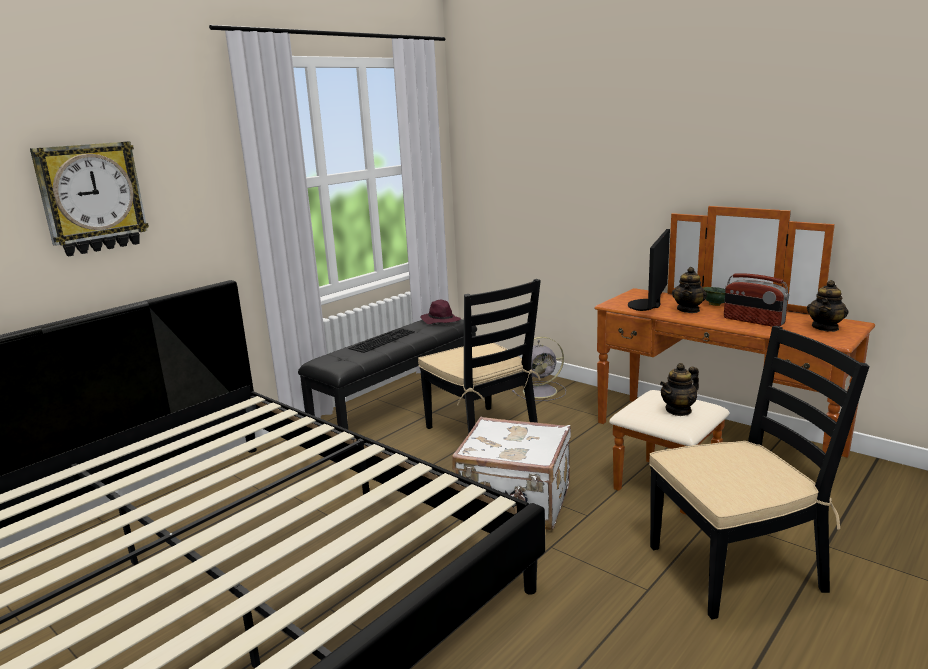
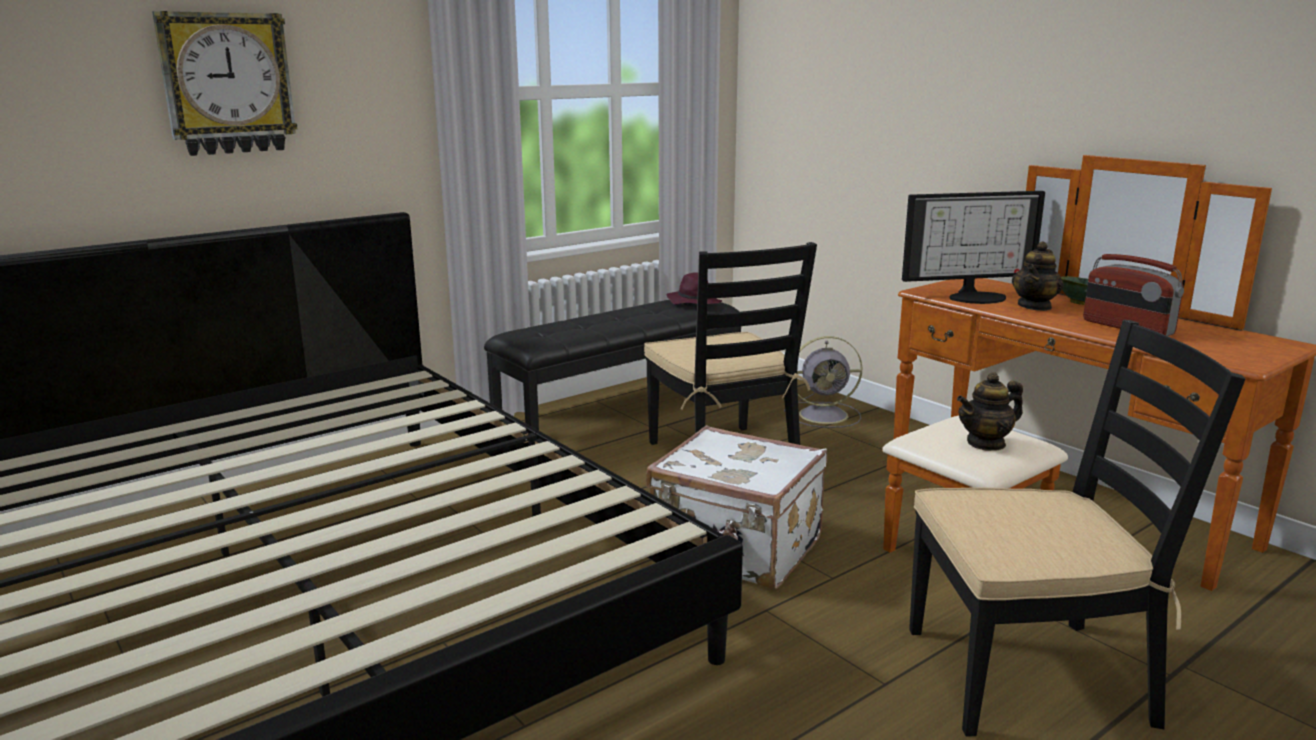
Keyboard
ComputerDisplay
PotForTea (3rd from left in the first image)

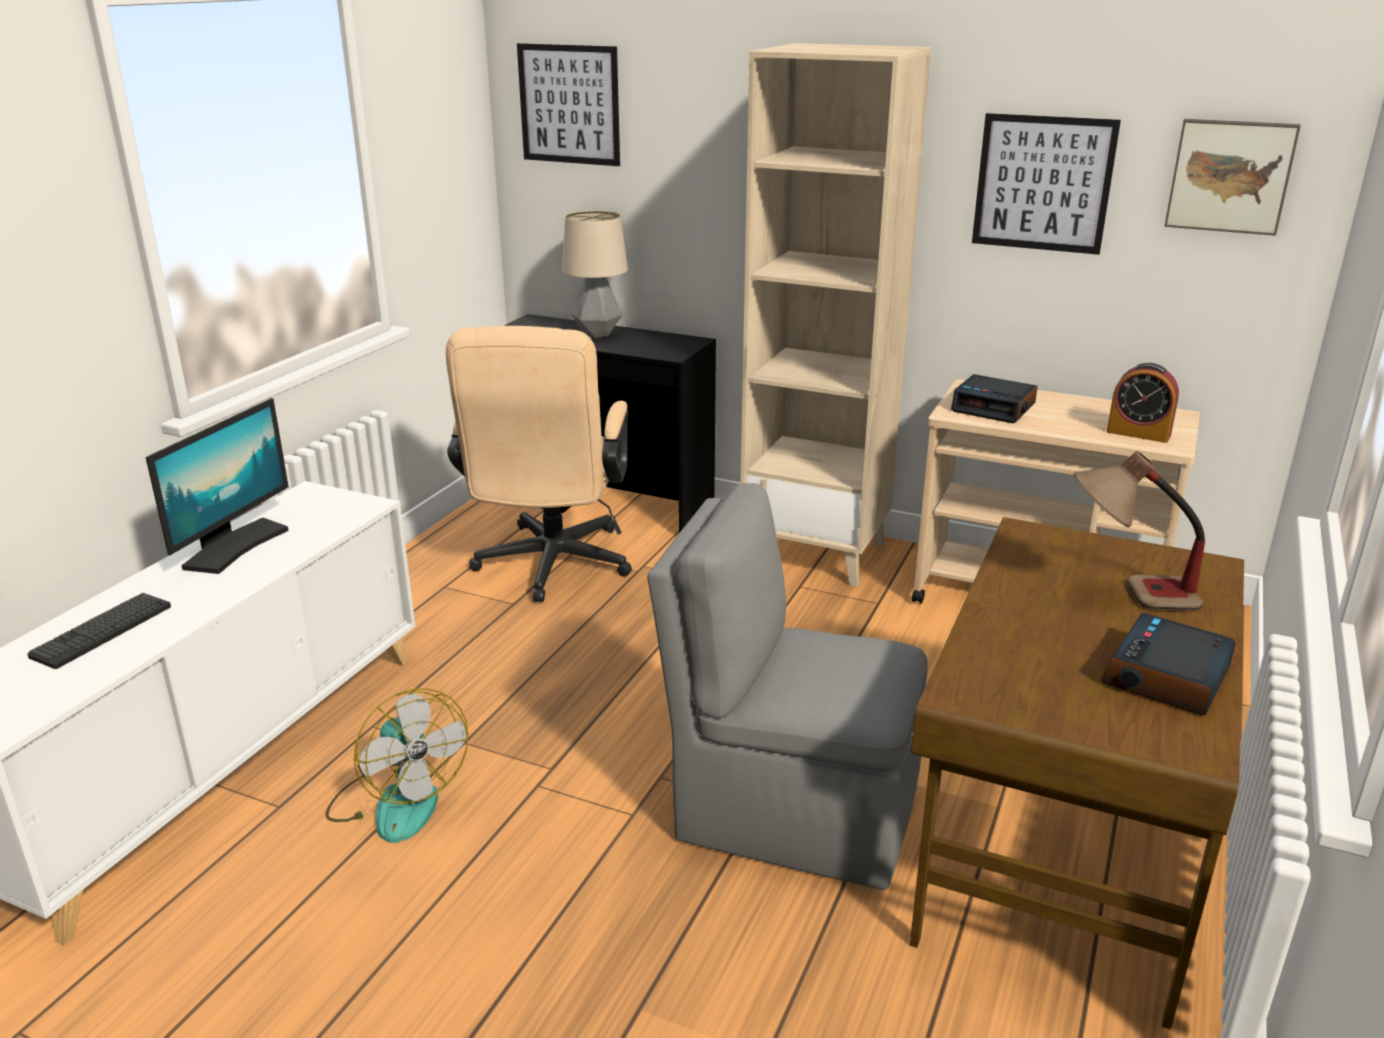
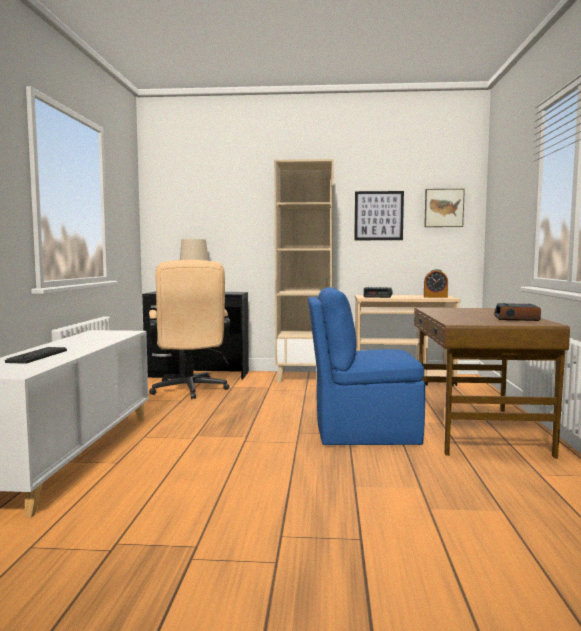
ComputerDisplay
CoolingFan
WallPicture (1st from left in the first image)
BlueColouredPlainChair
TabletopLamp (2nd from left in the first image)

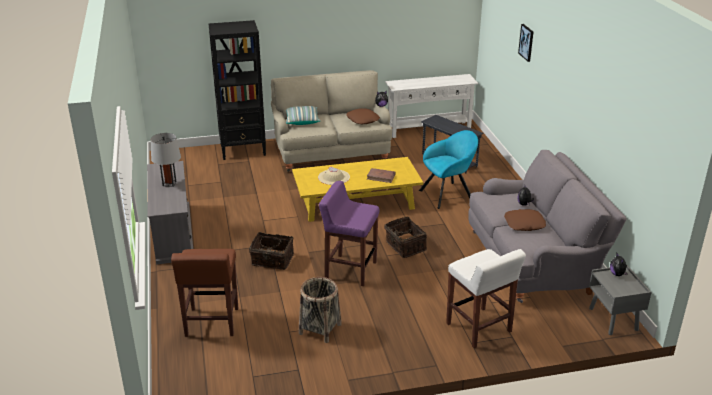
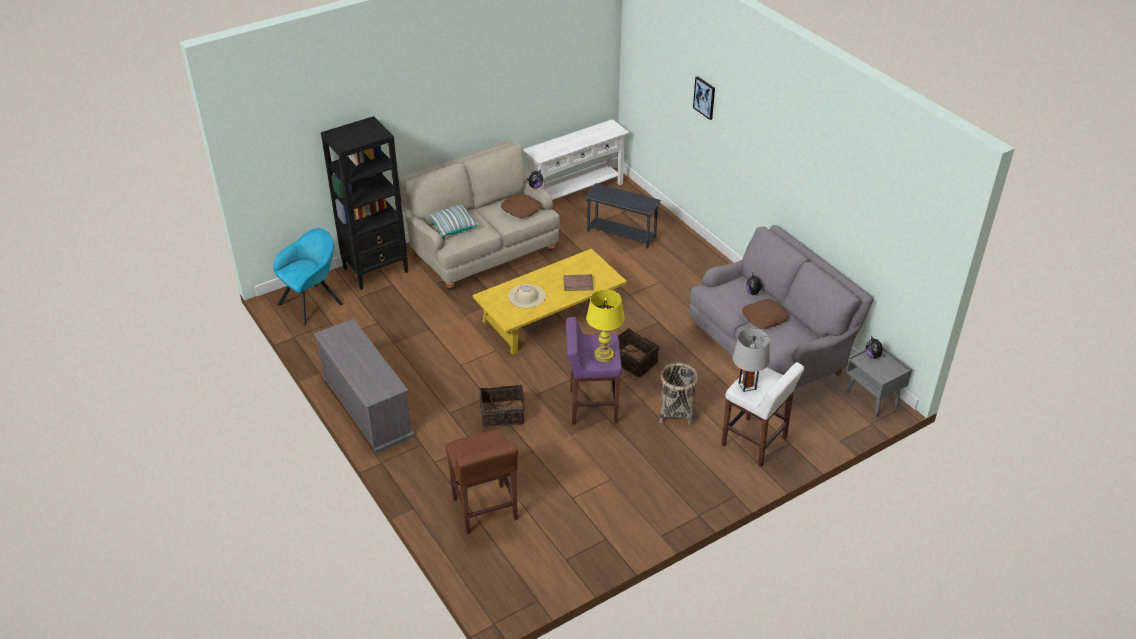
GrayTabletopLamp
Basket (3rd from left)
TurquoiseColouredEasyChair
YellowTabletopLamp

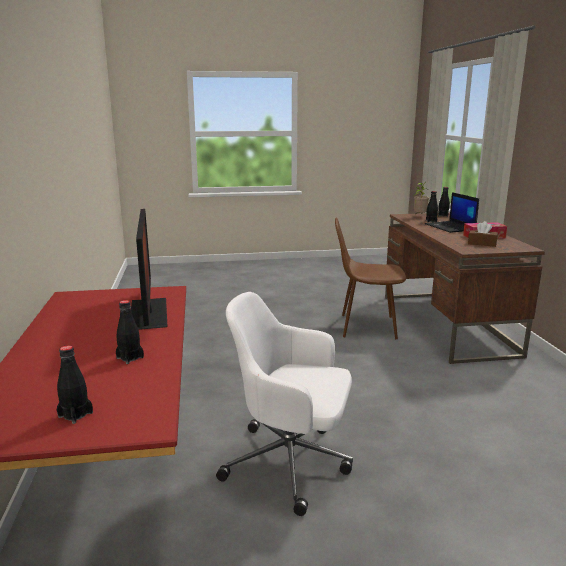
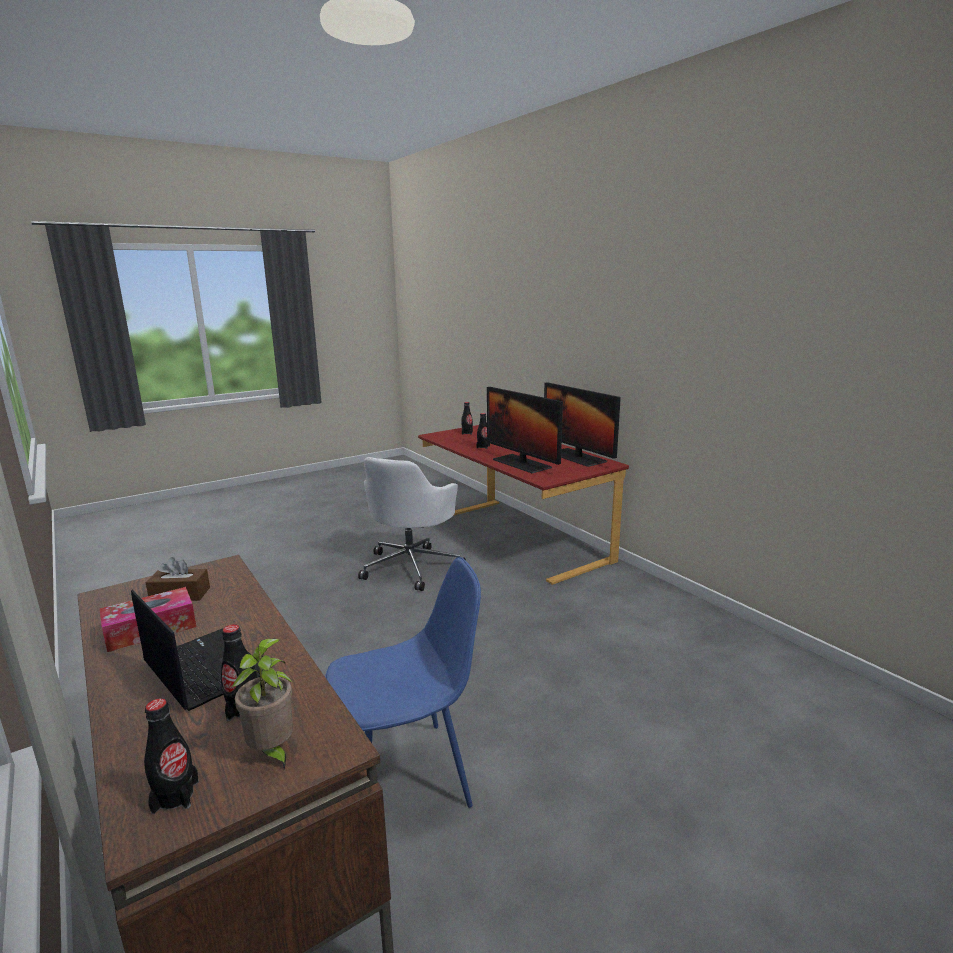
WhiteColouredComputerChair
BlueColouredPlainChair
ComputerDisplay (2nd from left)

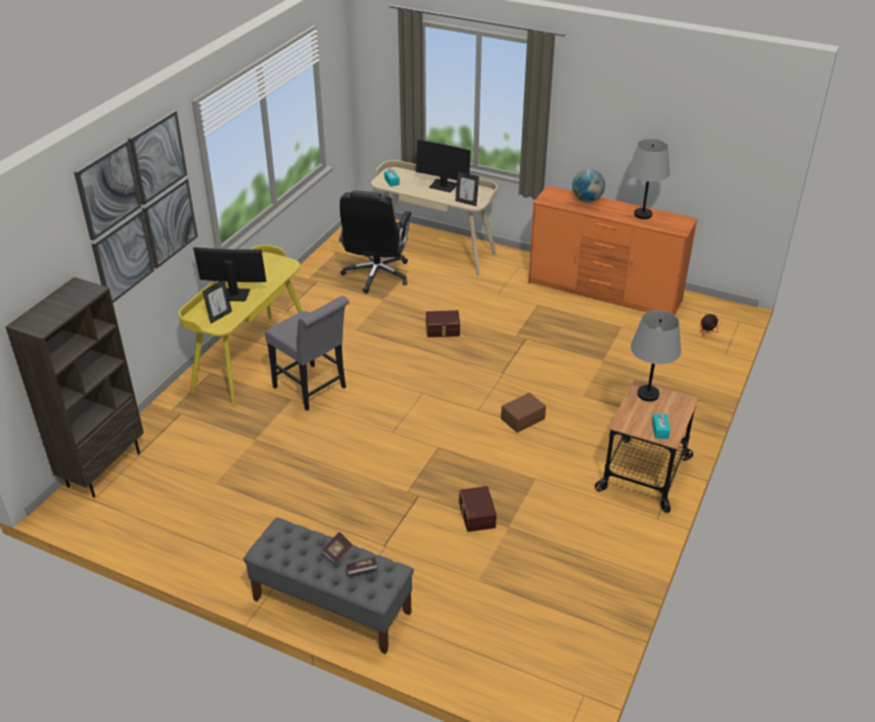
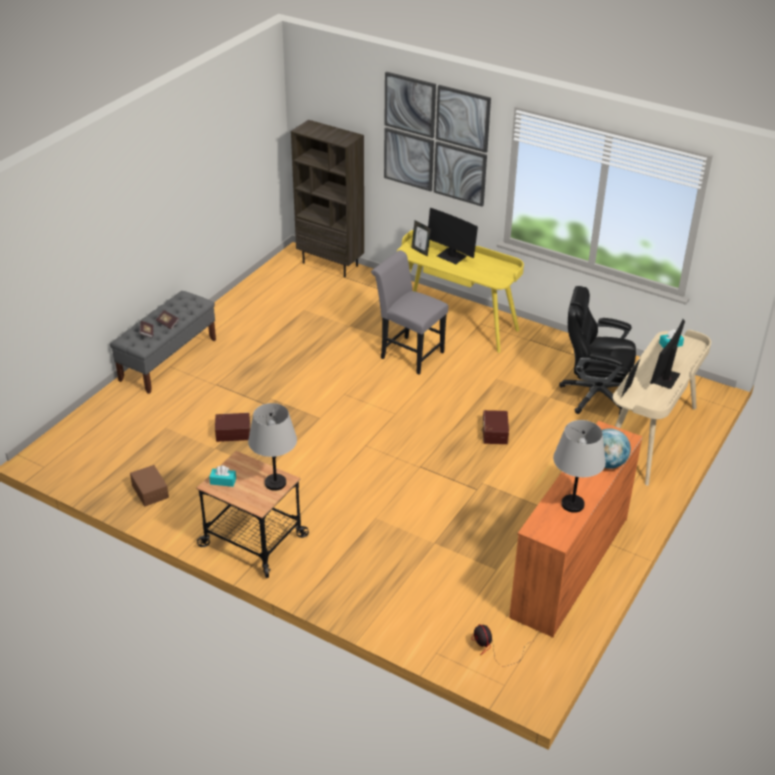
ComputerDisplay (1st from left)
GrayPlainChair
BrownishStorageBox (1st from left)

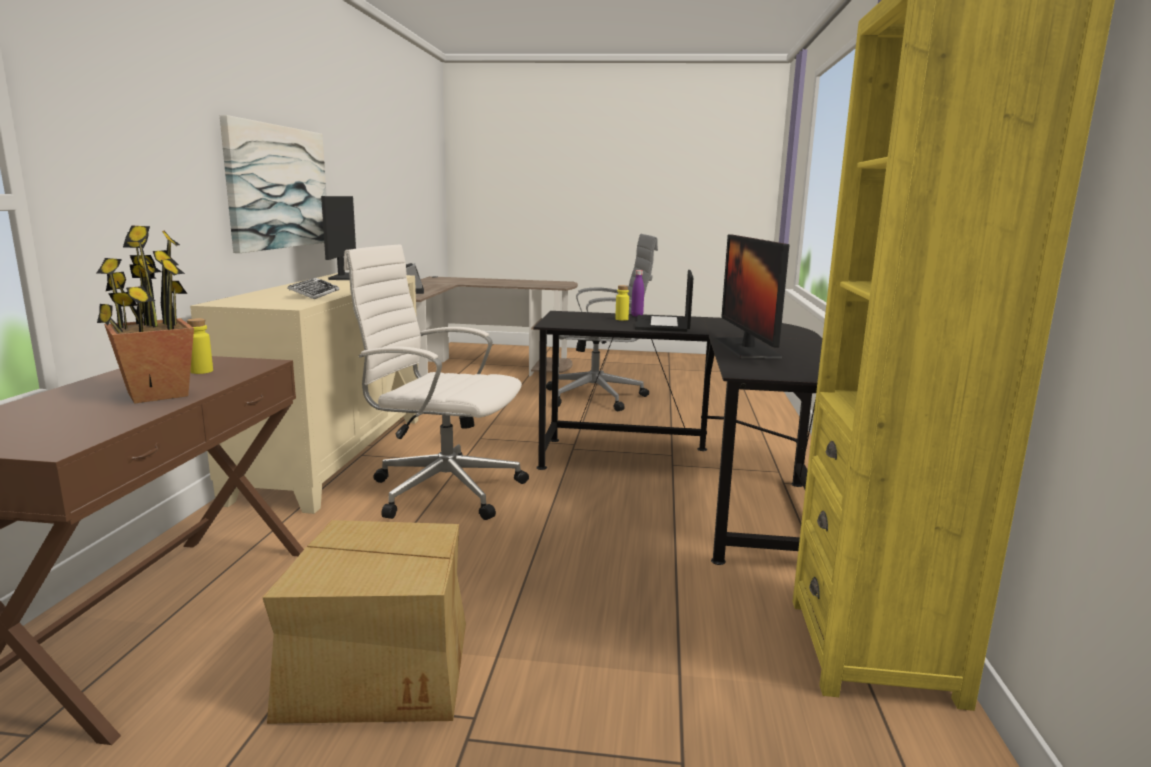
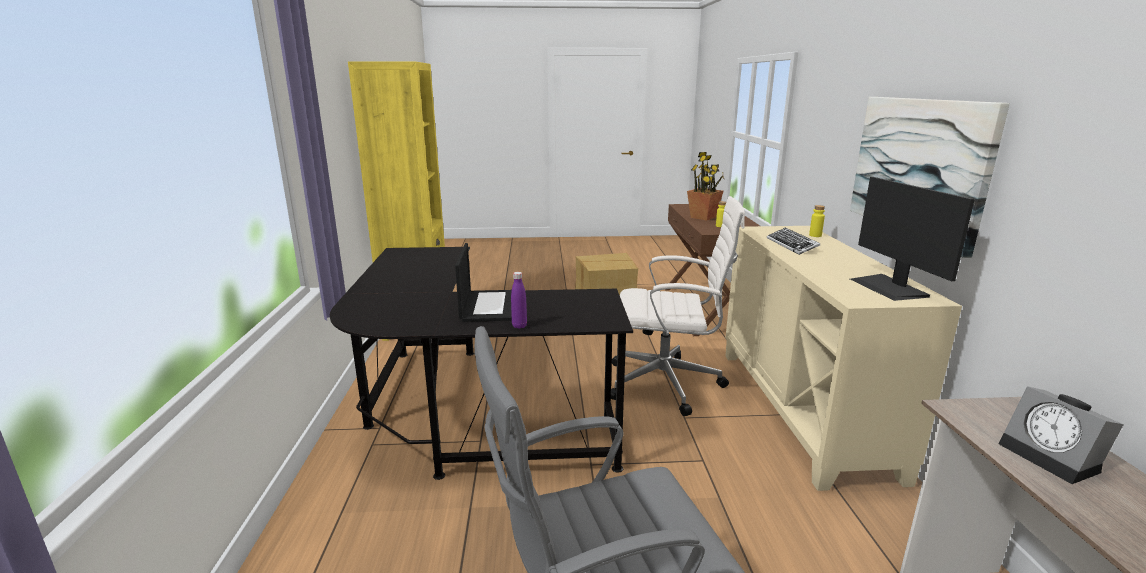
YellowBeverageBottle (2nd from left)
ComputerDisplay (2nd from left in the first image)

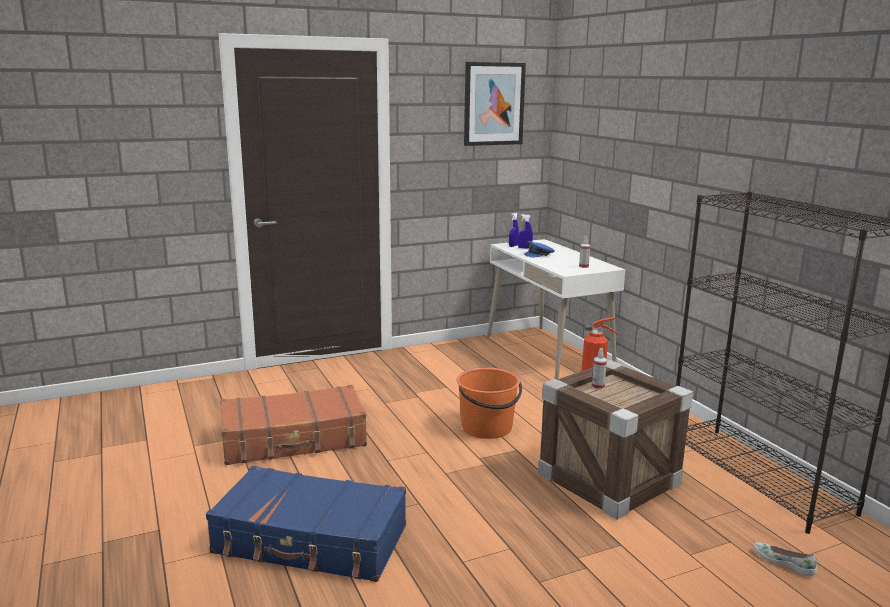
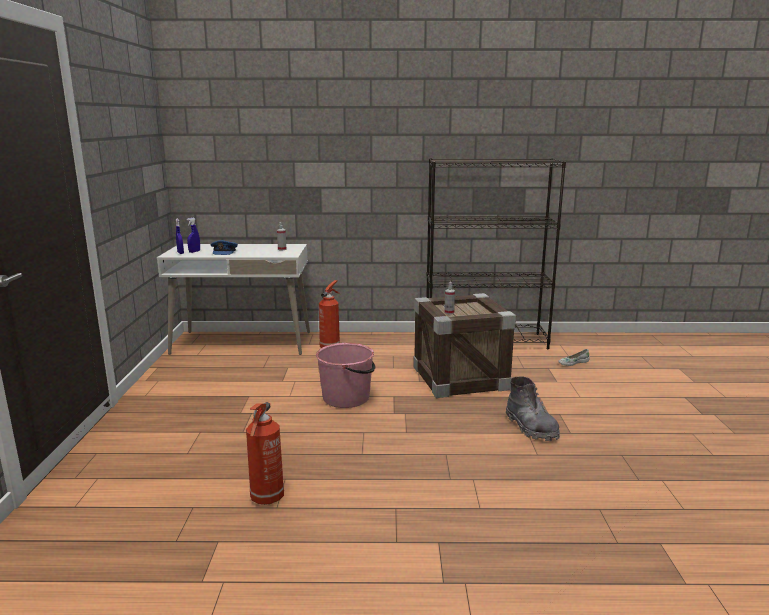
BlueColouredPieceOfLuggage
FireExtinguisher (1st from left)
PinkColouredBucket
WallPicture
GrayHighTopBoot

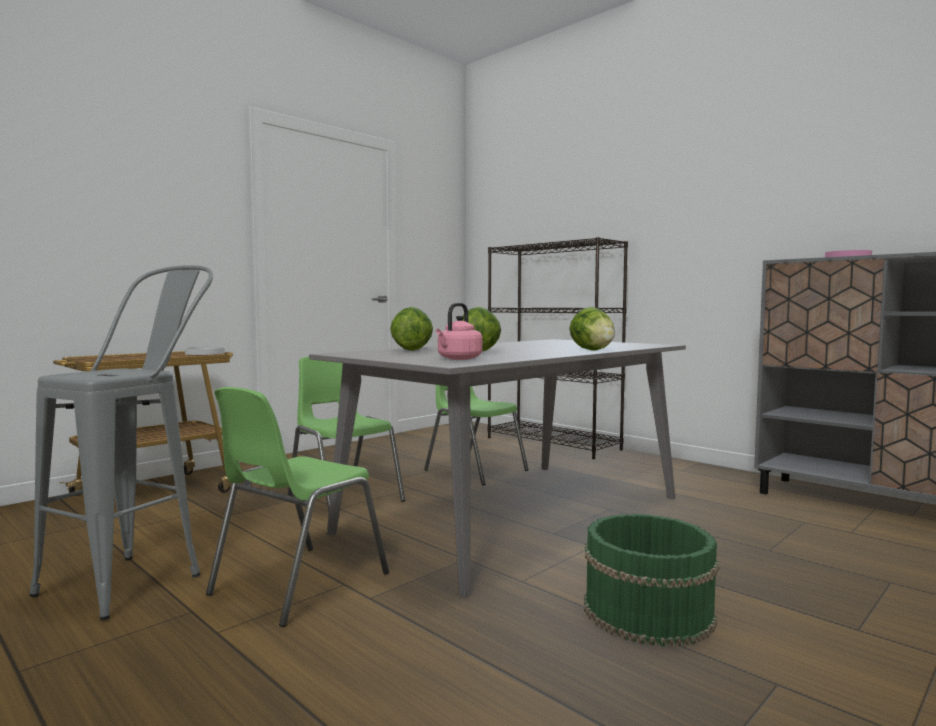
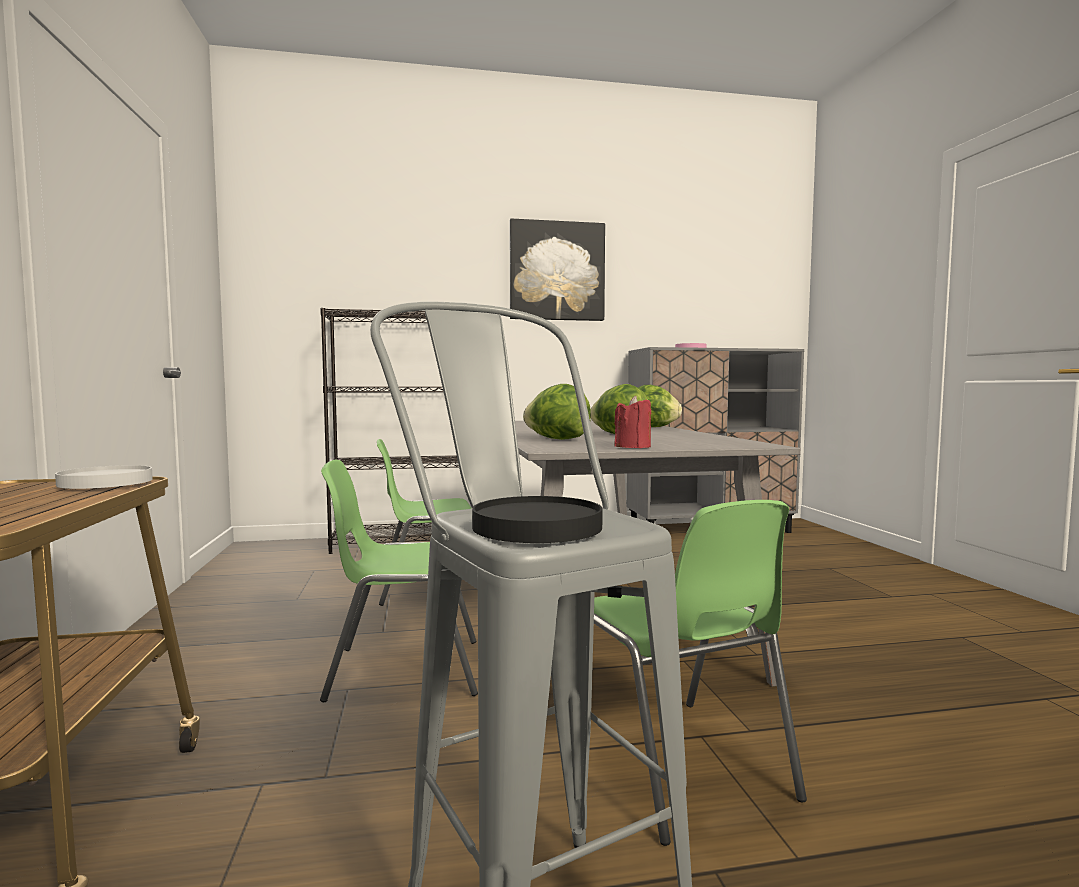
PinkColouredWaterKettle
GreenColouredBucket
BlackColouredDinnerPlate
WallPicture
ReddishWaxLight

